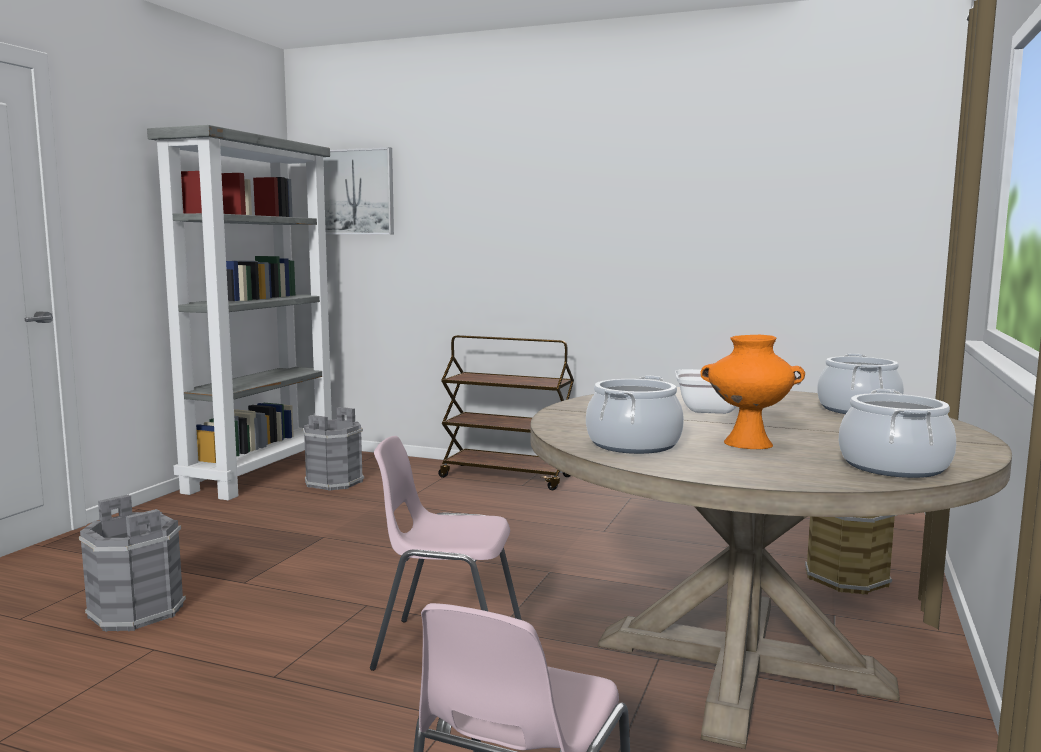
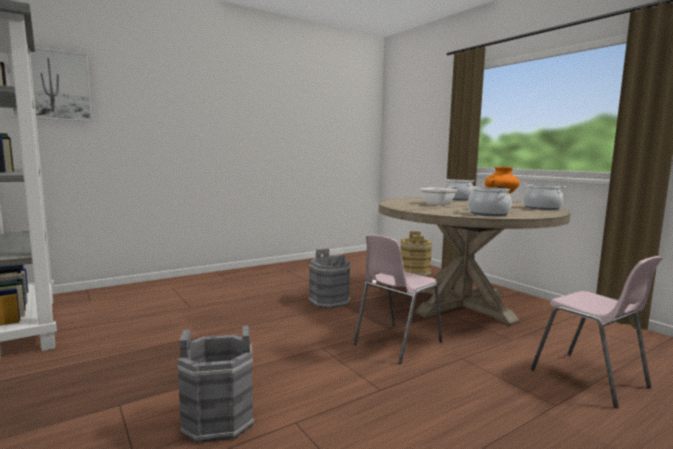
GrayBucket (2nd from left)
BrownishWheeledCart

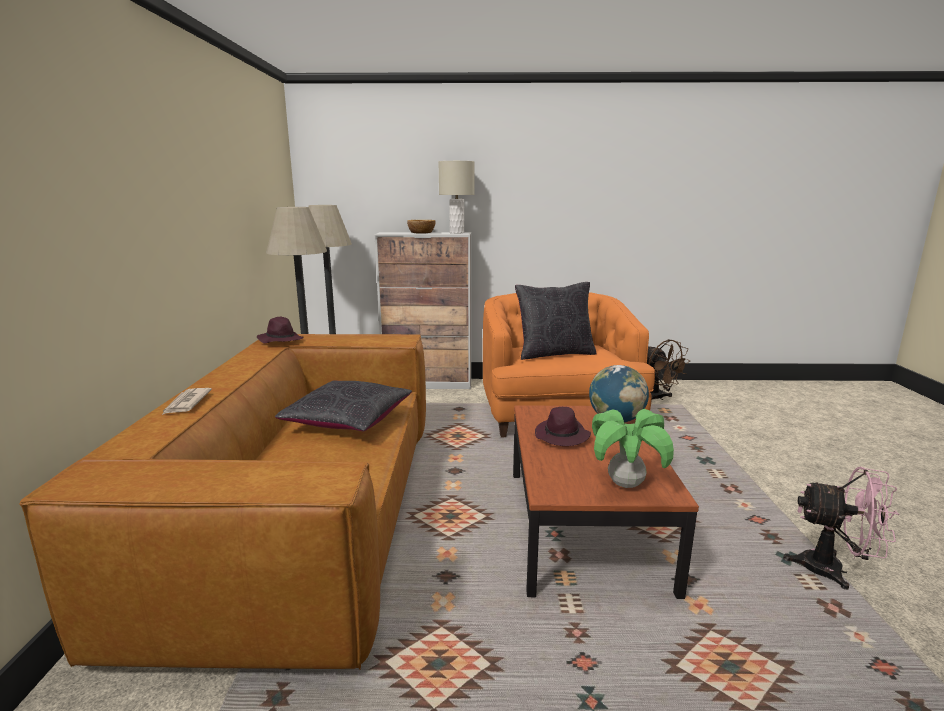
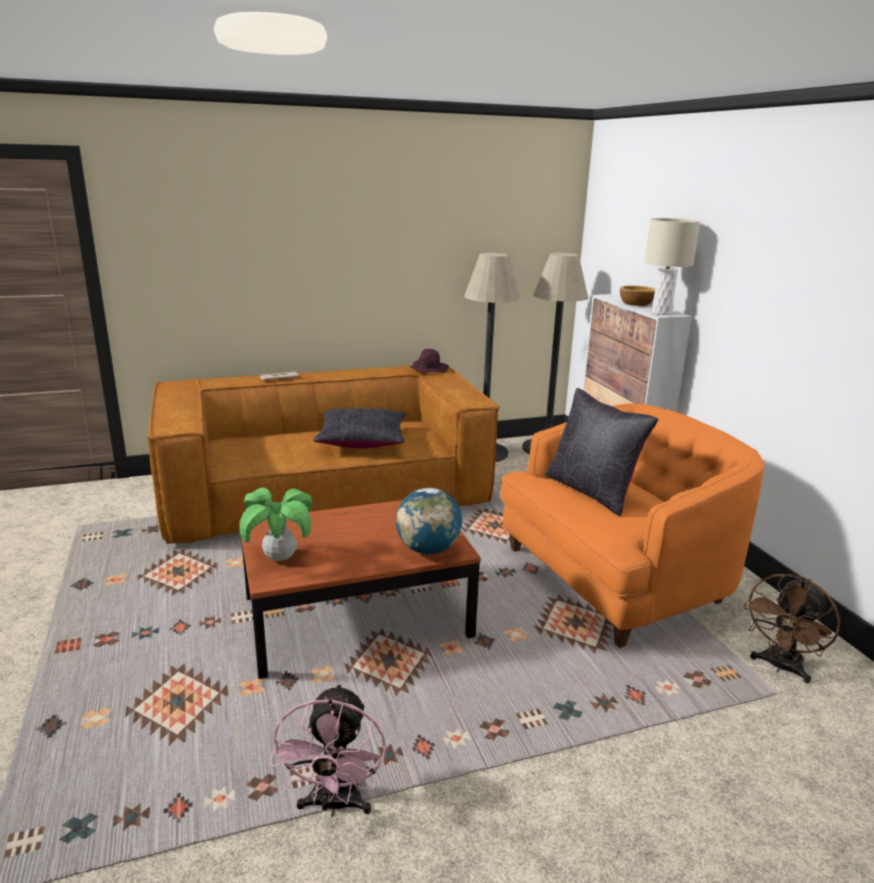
PurpleColouredHat (2nd from left in the first image)

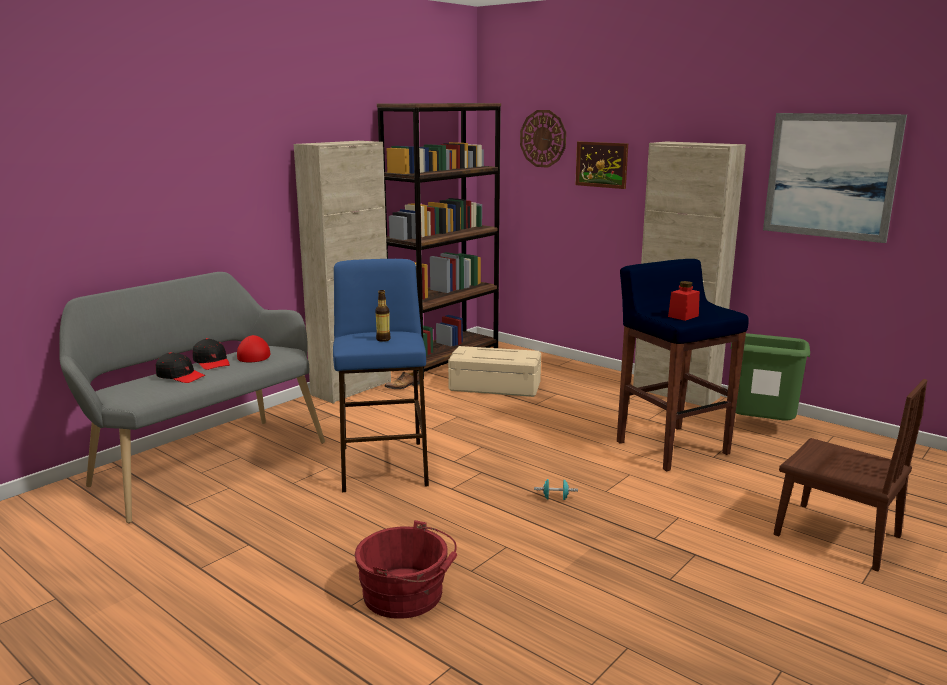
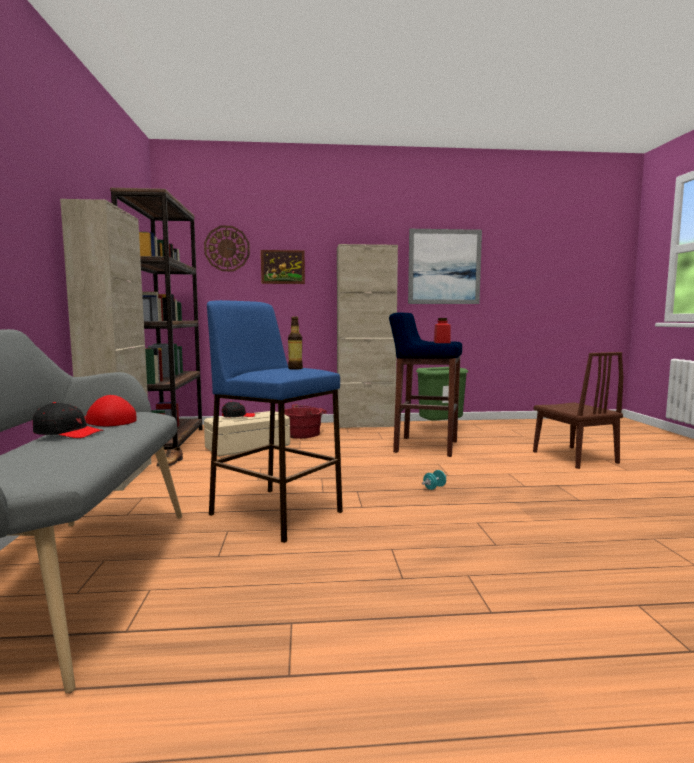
BlackColouredBaseballCap (2nd from left)
ReddishBucket
BrownishPlainChair

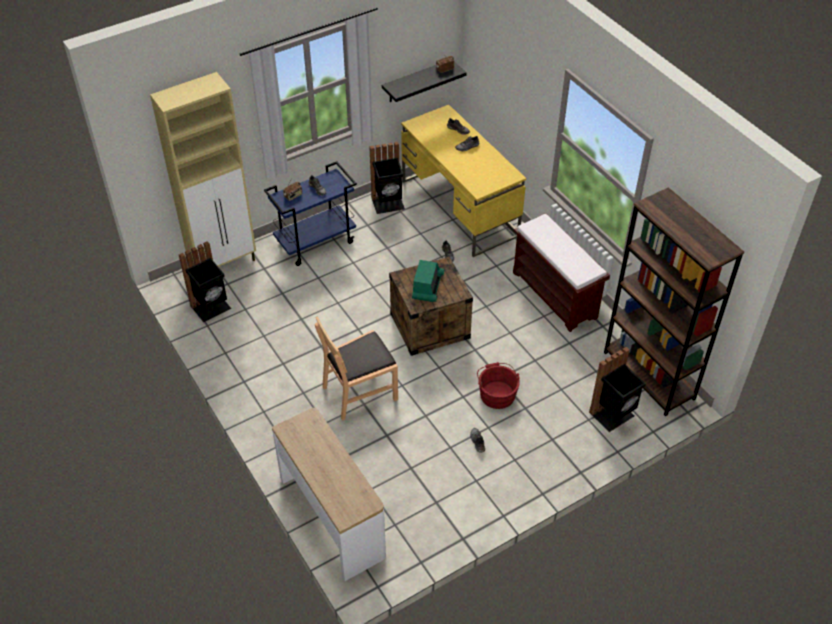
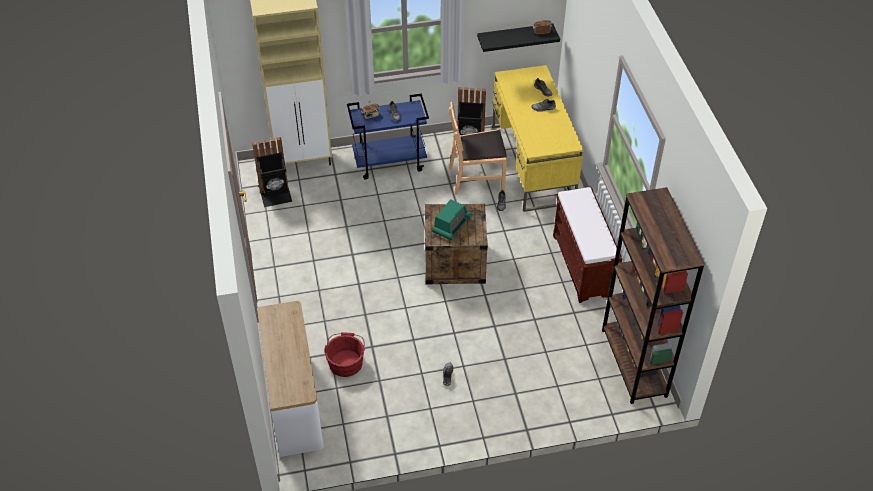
BrownishPlainChair
ReddishBucket
BlackColouredTrashCan (3rd from left in the first image)

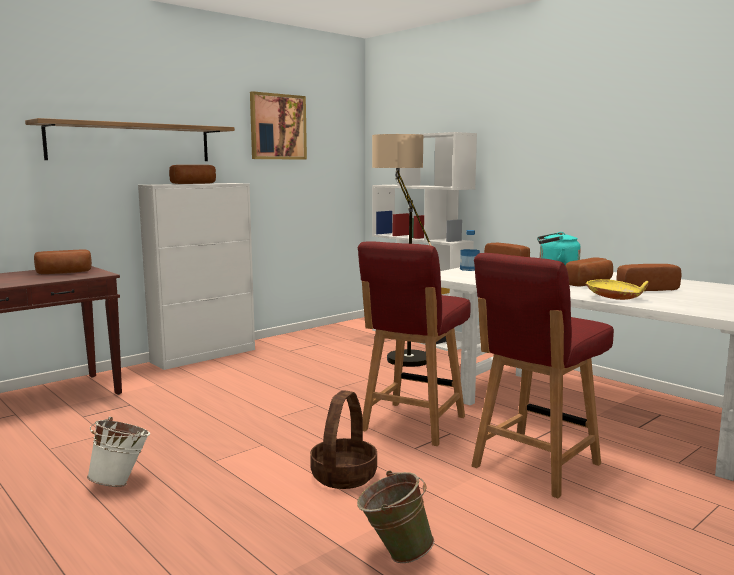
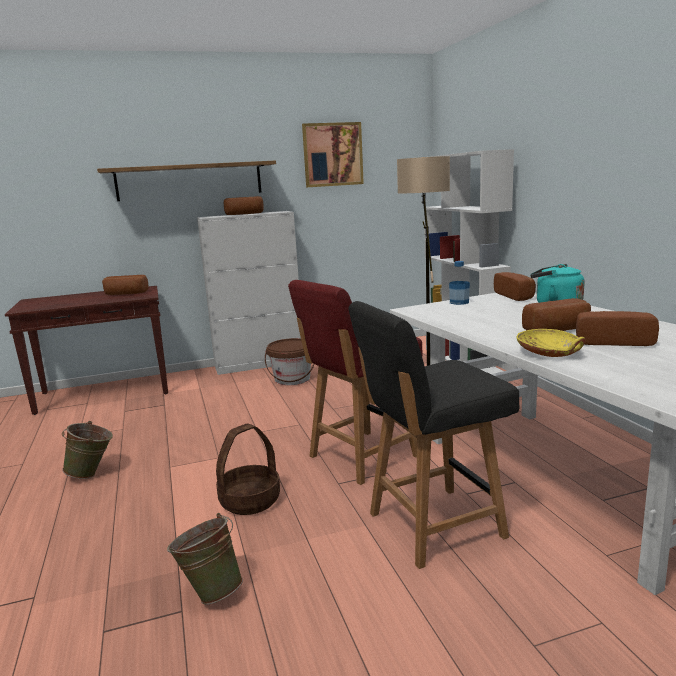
GreenColouredBucket (1st from left)
BlackColouredPlainChair
BrownishBucket

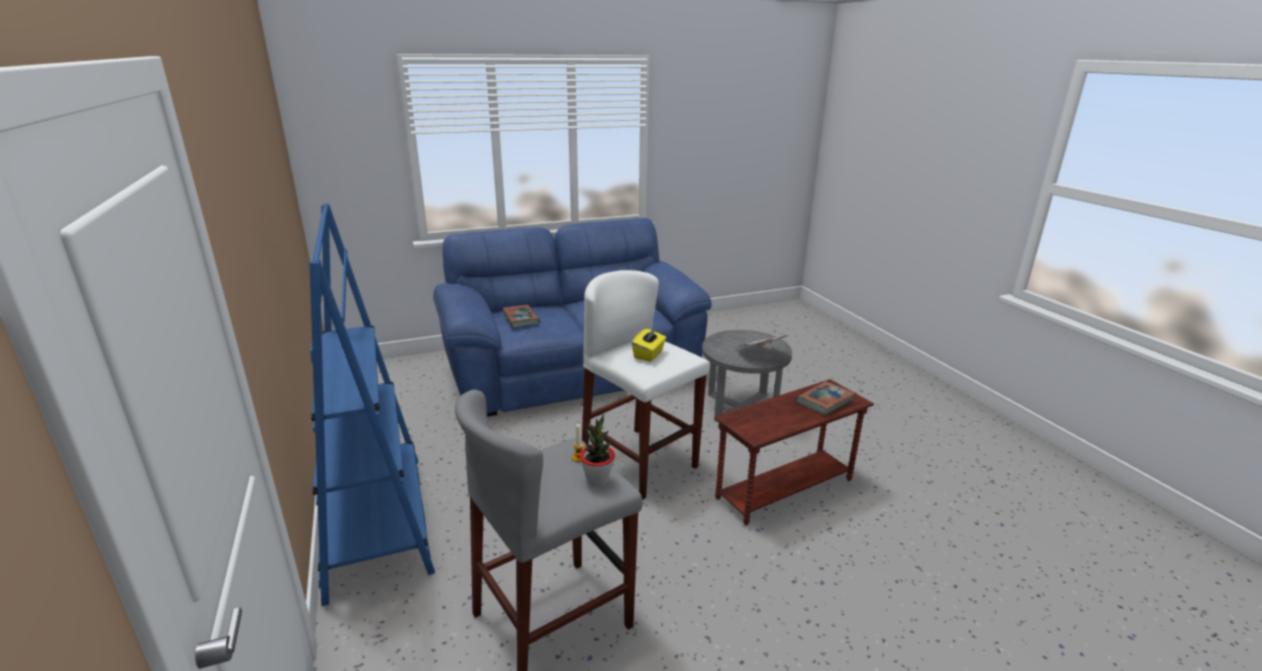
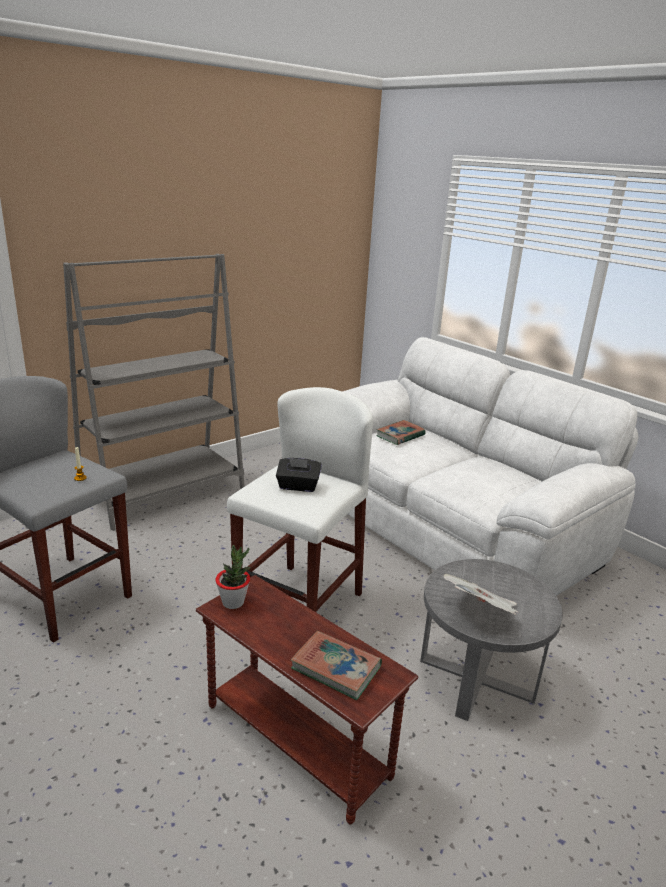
GrayBookshelf
WhiteColouredSofa
PlantInAPot
BlackColouredTissueHolder

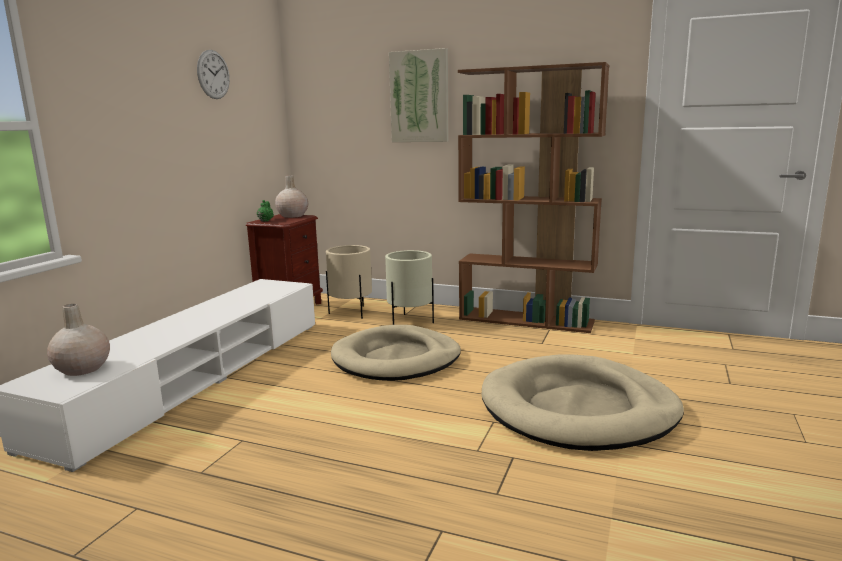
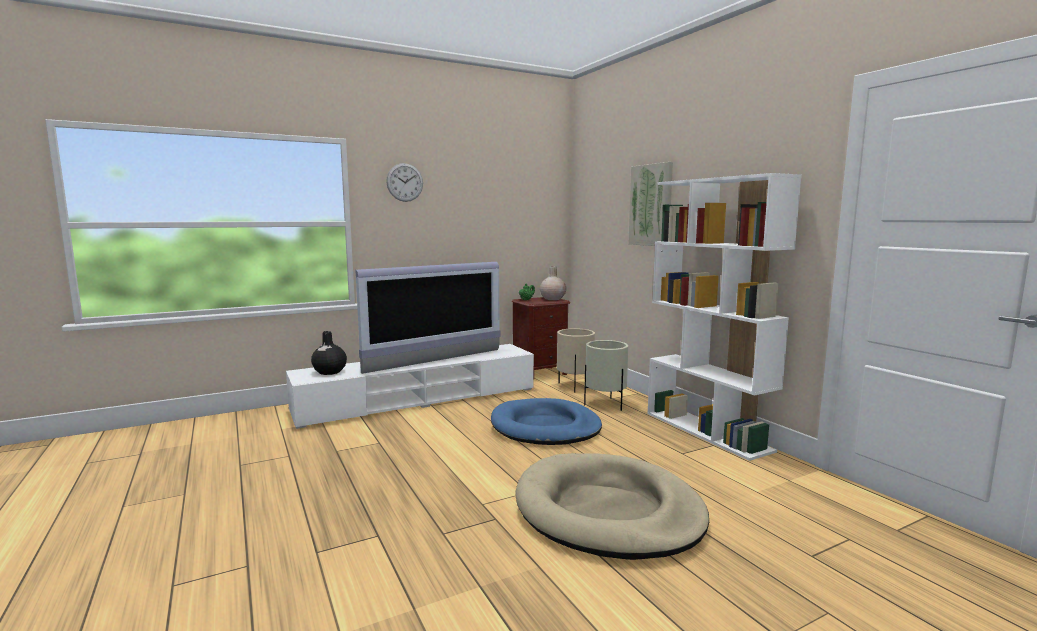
BlackColouredFlowerVase
WallClock
BlueColouredDogCushion
WhiteColouredBookshelf
Tv

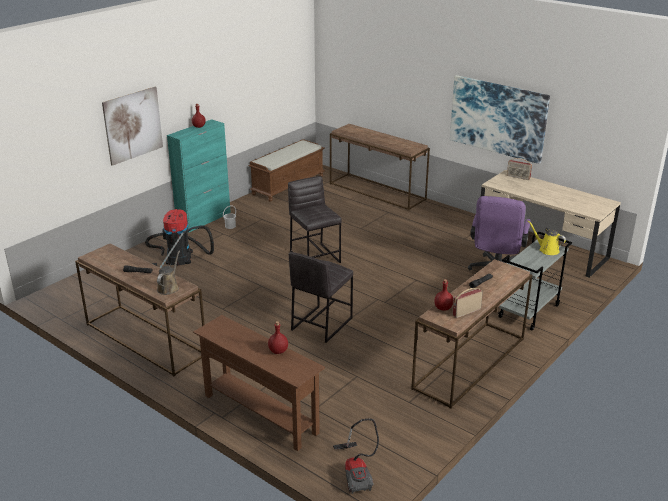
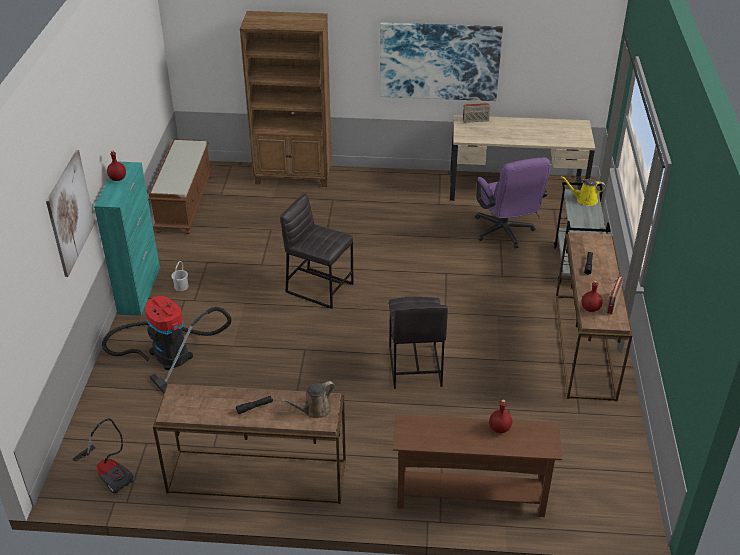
BrownishWateringCan
BrownishBookshelf
Vacuum (1st from left)

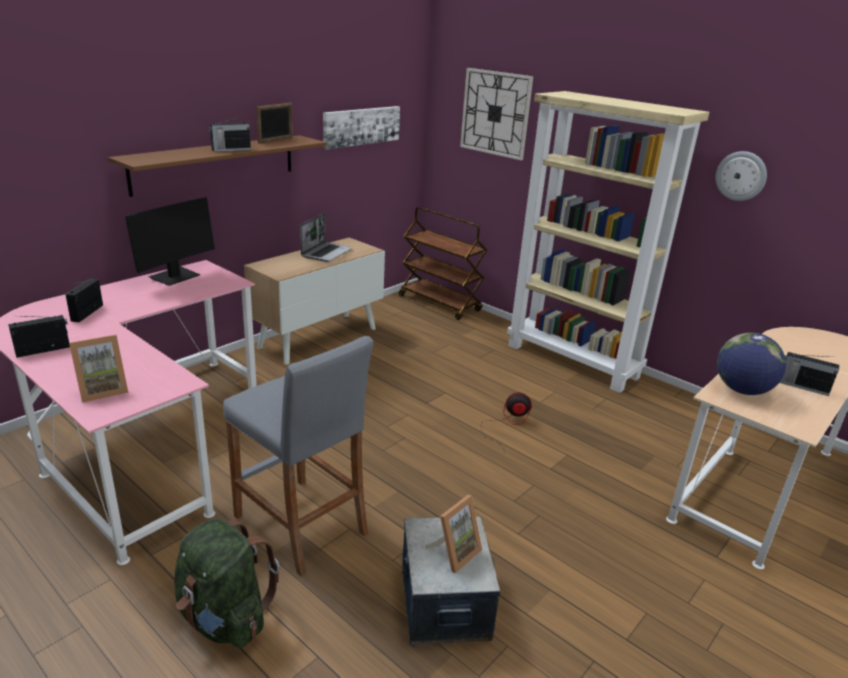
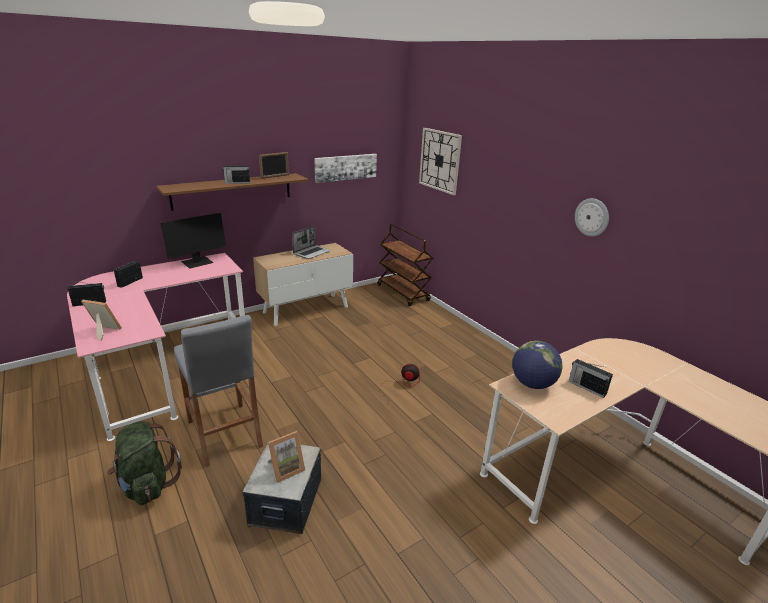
PictureFrame (1st from left)
BeigeColouredBookshelf

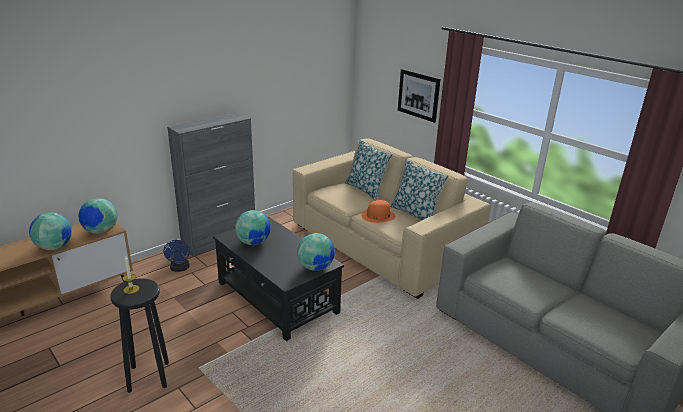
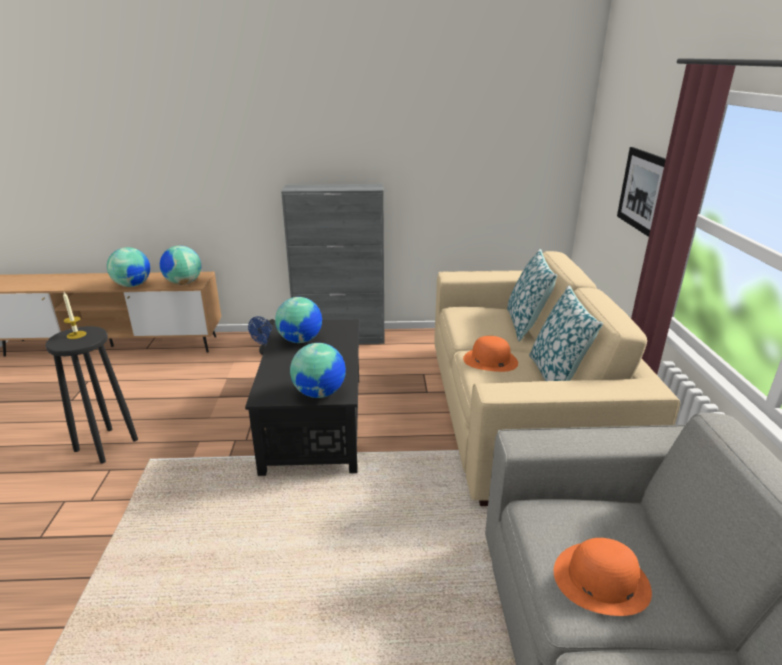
OrangeHat (2nd from left)

